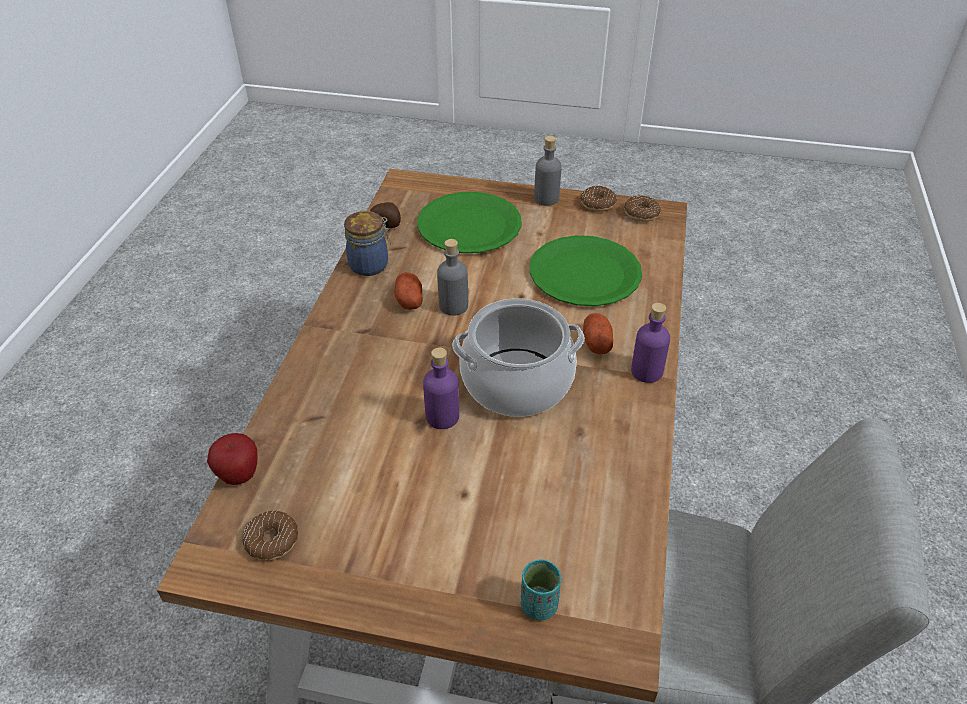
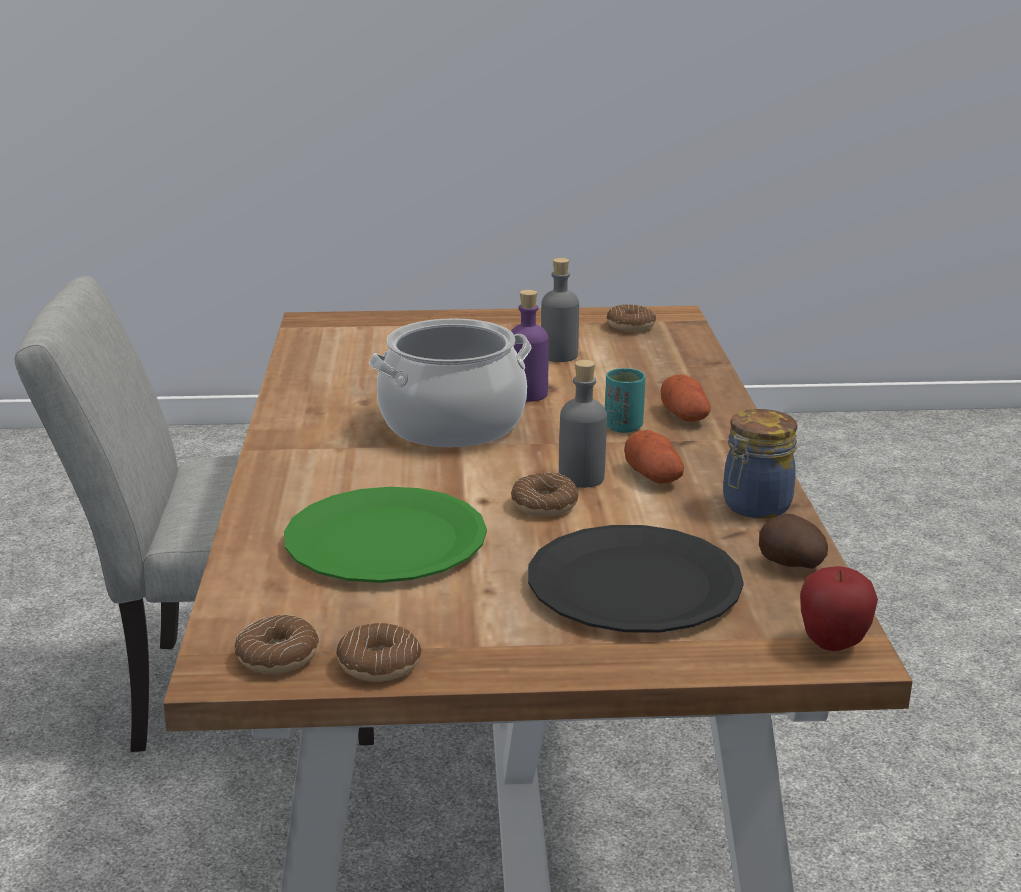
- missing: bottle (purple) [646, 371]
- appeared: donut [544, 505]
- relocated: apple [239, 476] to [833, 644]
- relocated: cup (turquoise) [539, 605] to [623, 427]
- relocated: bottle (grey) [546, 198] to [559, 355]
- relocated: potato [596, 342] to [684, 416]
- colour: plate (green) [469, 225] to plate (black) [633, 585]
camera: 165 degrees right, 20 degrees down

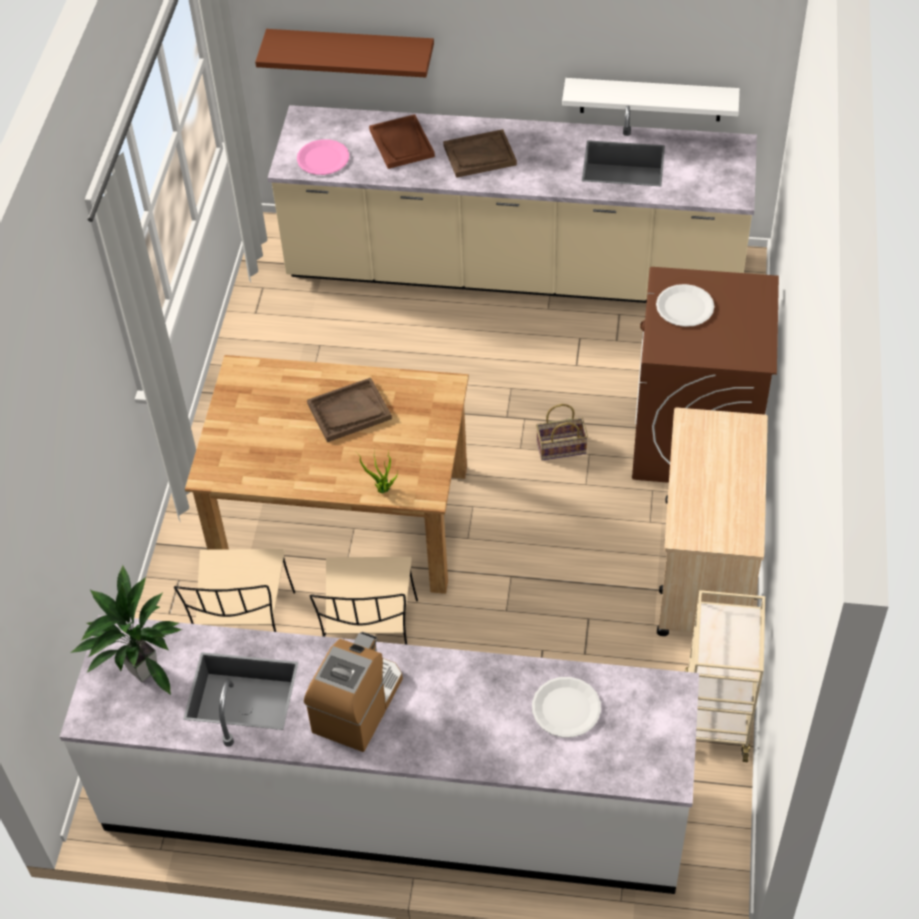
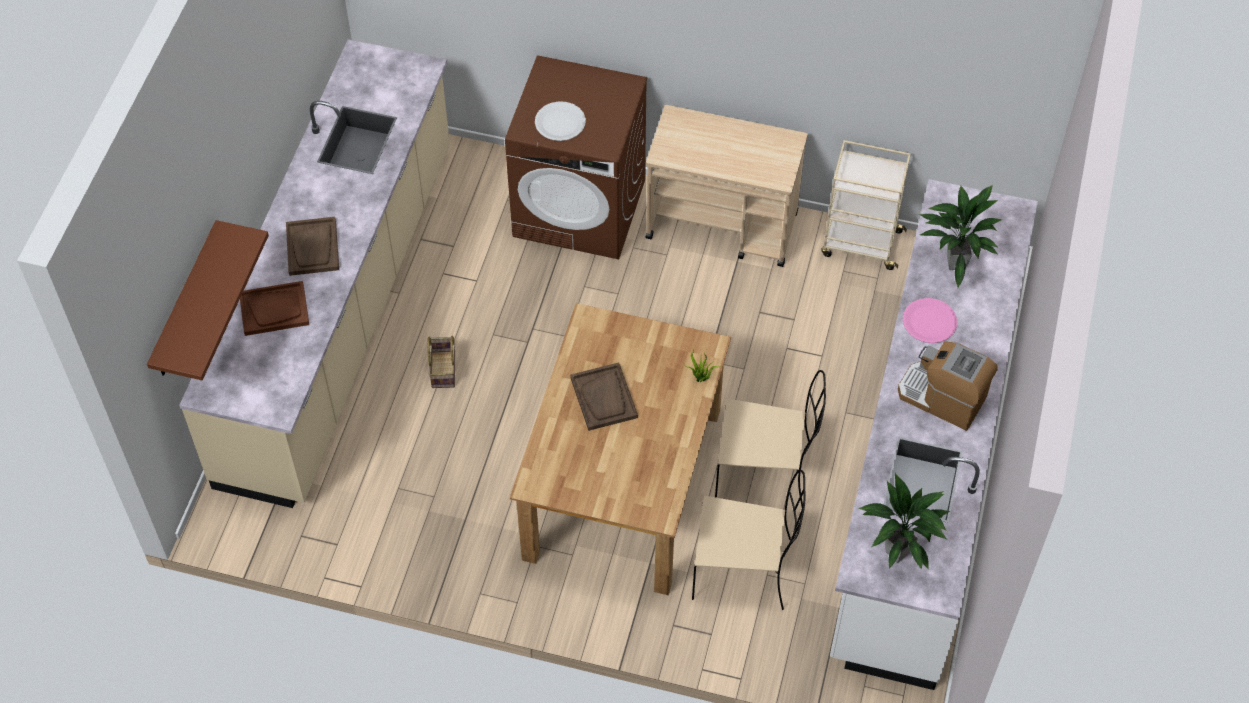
- missing: shelf (white) [650, 99]
- relocated: plate (pink) [323, 159] to [929, 322]
- relocated: basket [560, 449] to [444, 371]
- exchanged: plate (white) [566, 708] to potted plant [954, 263]
camera: 85 degrees left, 5 degrees up

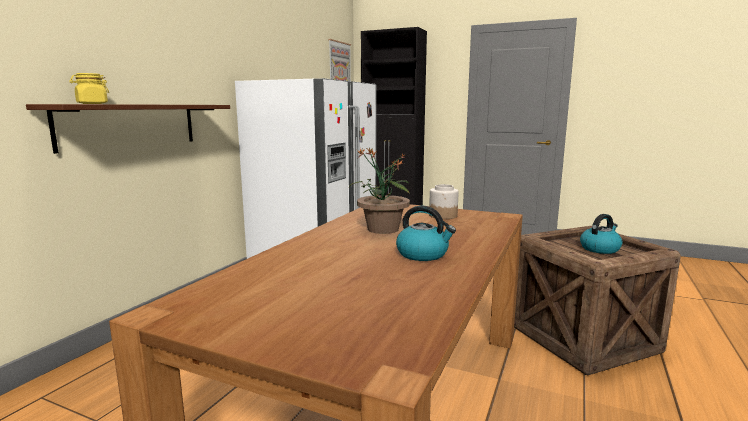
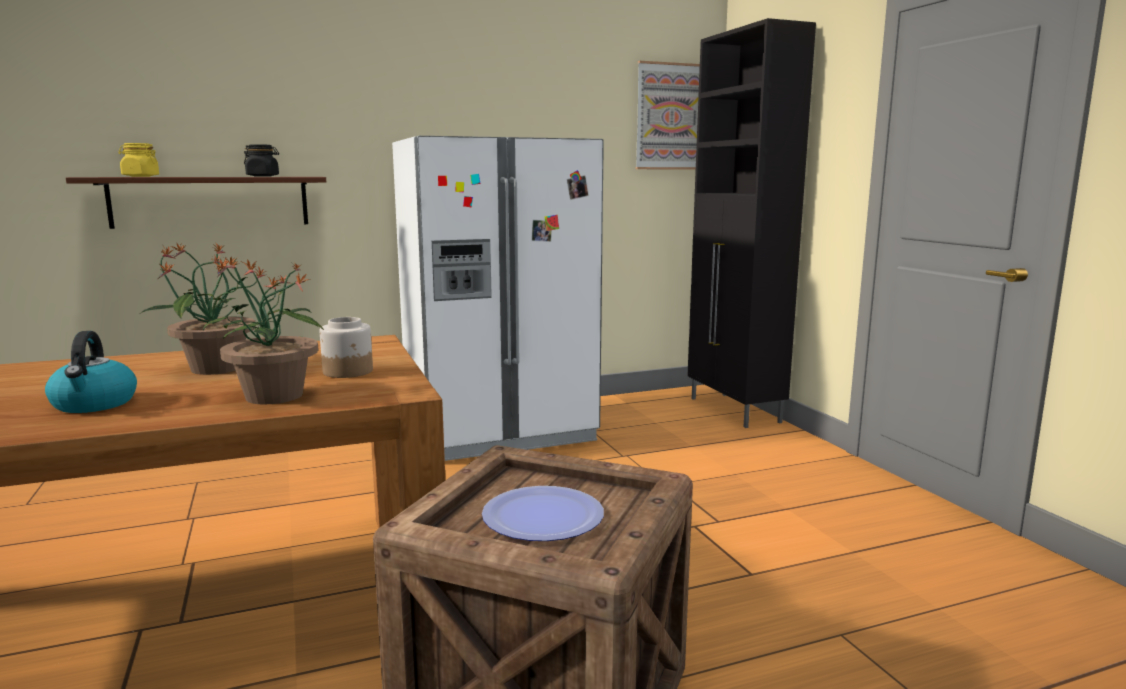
- appeared: potted plant [274, 397]
- appeared: jar (black) [263, 176]
- exchanged: kettle [600, 249] to plate [542, 516]
camera: 45 degrees right, 0 degrees up

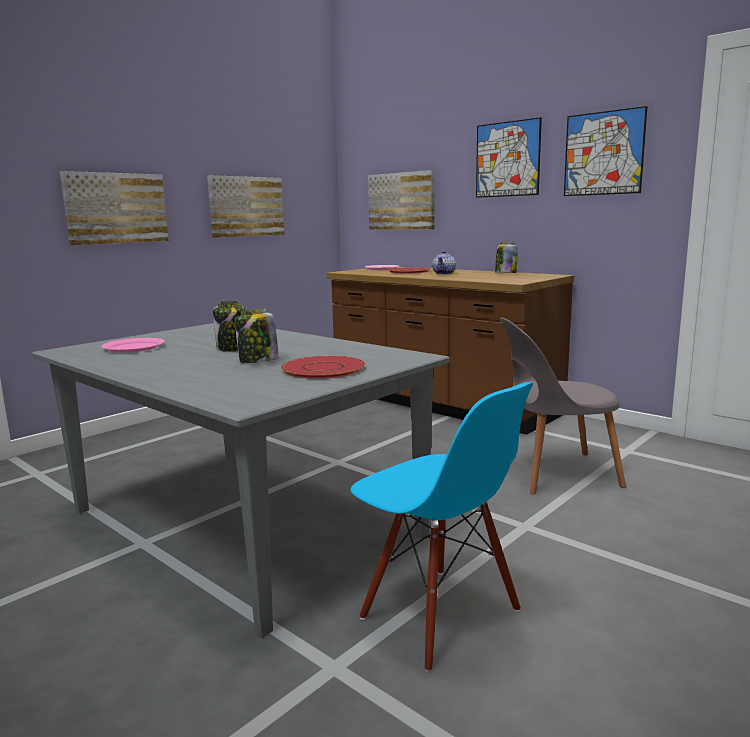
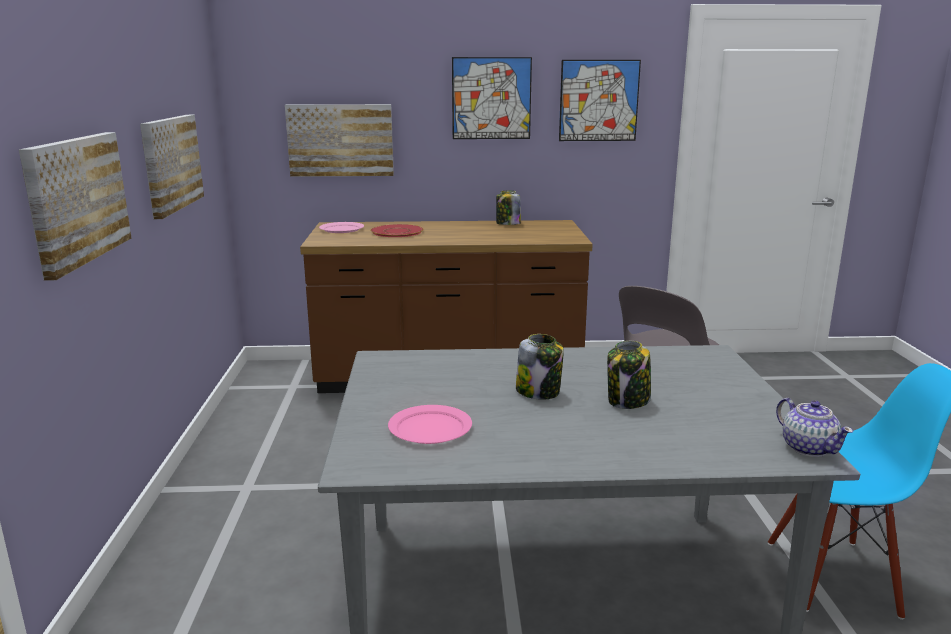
- missing: plate (red) [323, 368]
- relocated: teapot [444, 273] to [808, 448]
camera: 45 degrees left, 5 degrees up

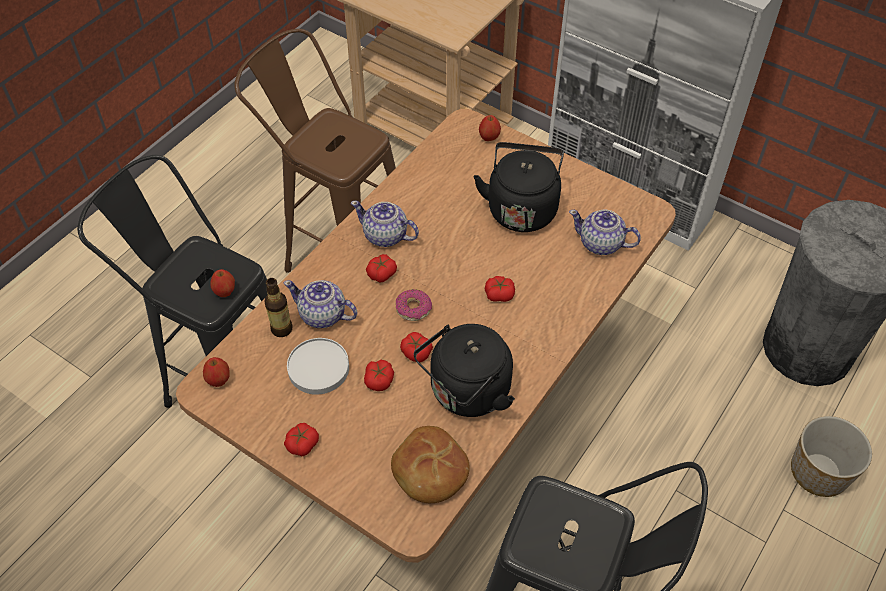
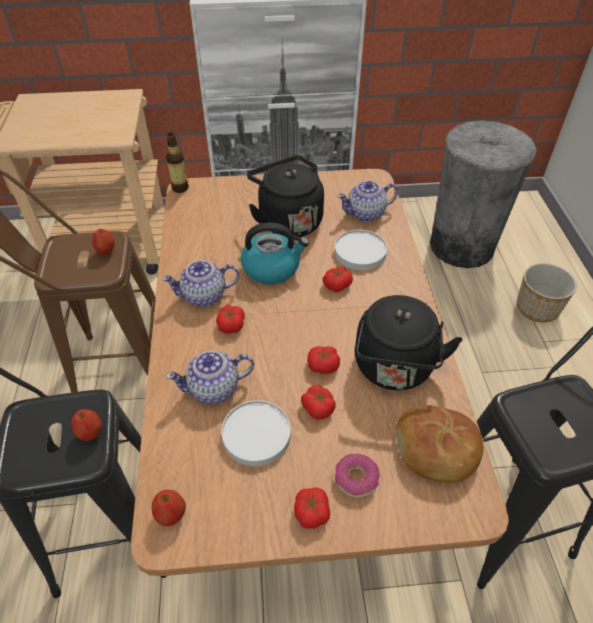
- appeared: kettle [272, 268]
- appeared: plate (white) [360, 252]
- relocated: bottle [282, 329] to [180, 188]
- relocated: donut [413, 309] to [356, 478]
- relocated: apple [489, 137] to [106, 251]
camera: 40 degrees left, 5 degrees down

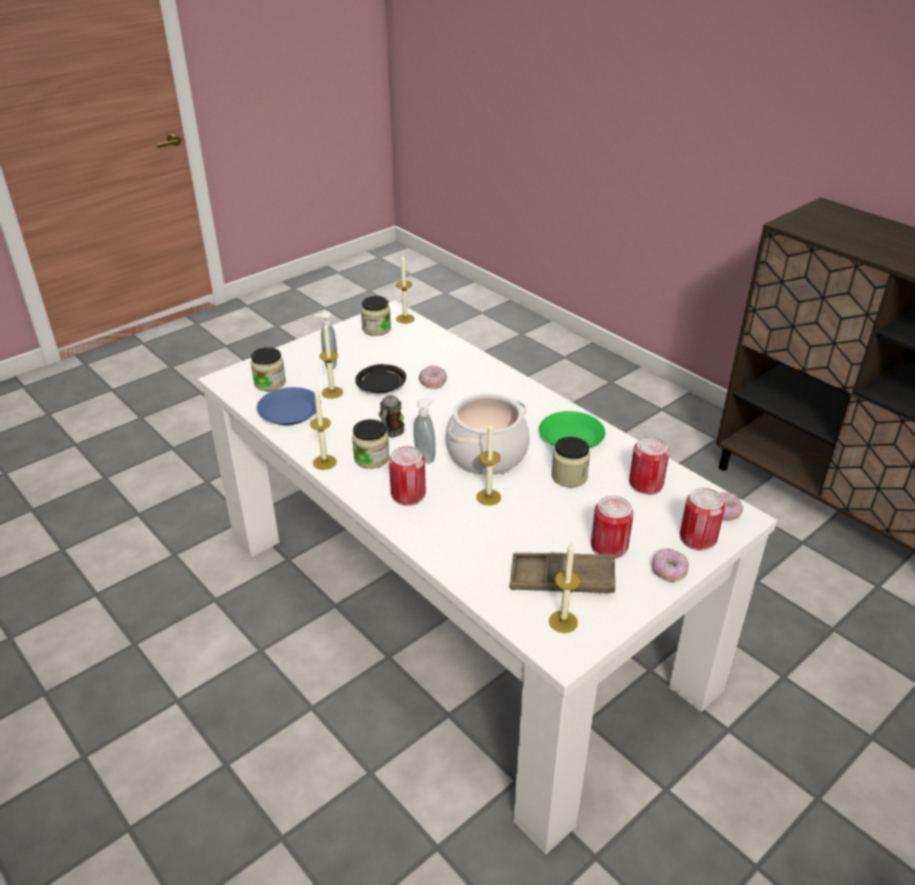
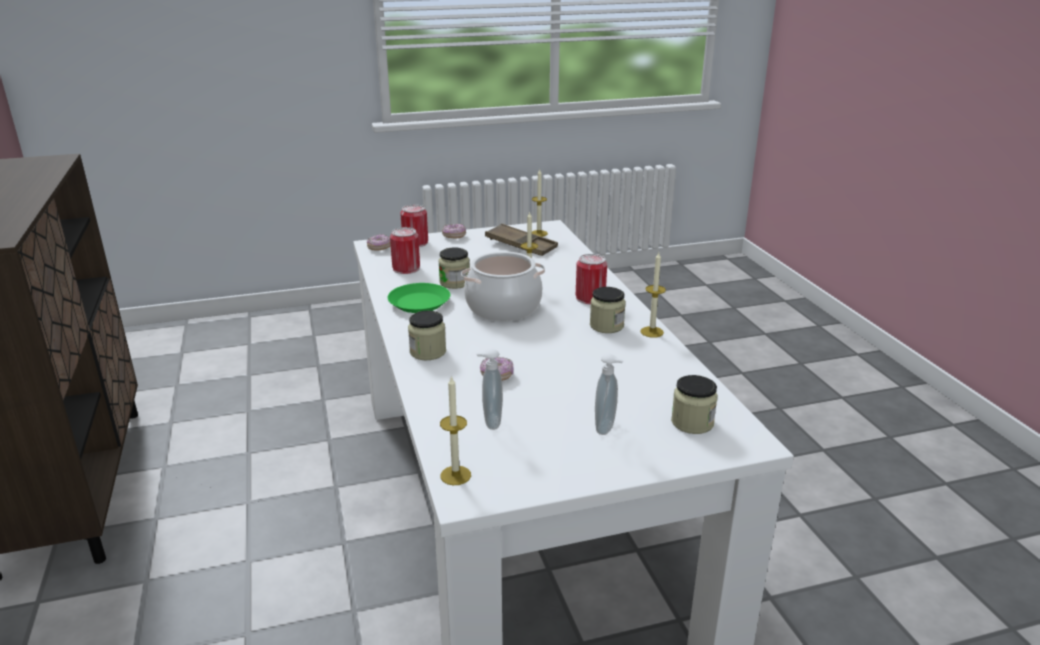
- missing: plate (blue) [290, 412]
- missing: candle [332, 392]
- missing: plate (black) [381, 386]
- missing: mug [390, 432]
- missing: can [609, 546]
- relocated: jar [376, 329] to [428, 352]
- relocated: soap dispenser [426, 456] to [490, 422]
camera: 155 degrees left, 10 degrees down

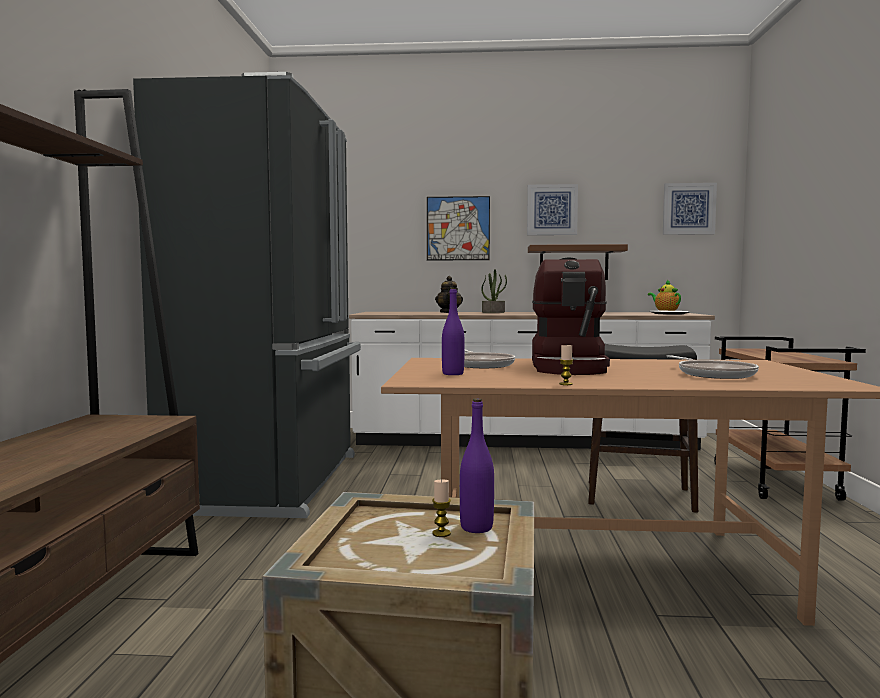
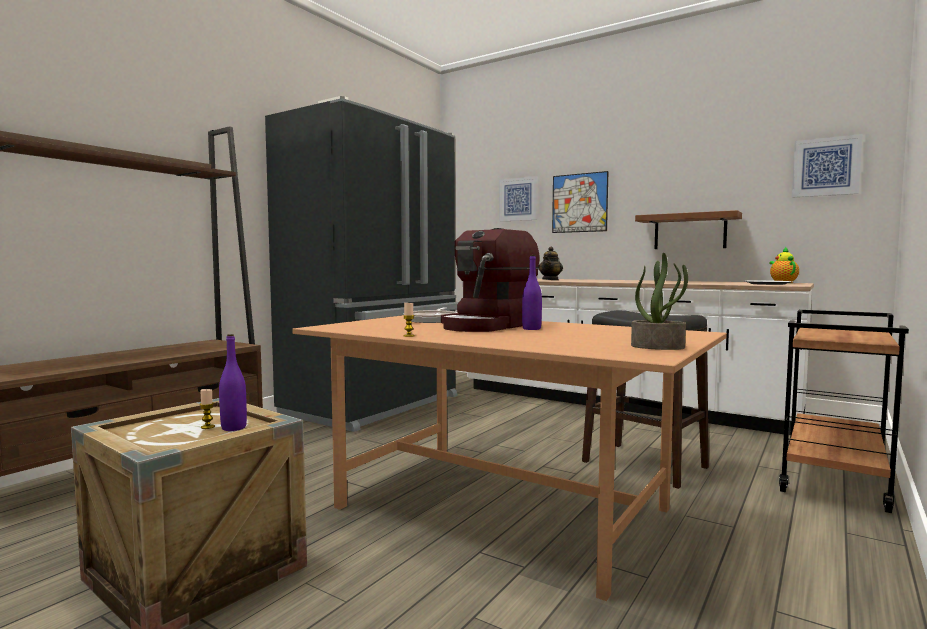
- missing: frying pan [713, 374]
- relocated: bottle (purple) [453, 374] to [531, 329]
- relocated: potted plant [493, 312] to [658, 347]
- relocated: picture [552, 210] to [518, 199]
camera: 30 degrees right, 0 degrees up

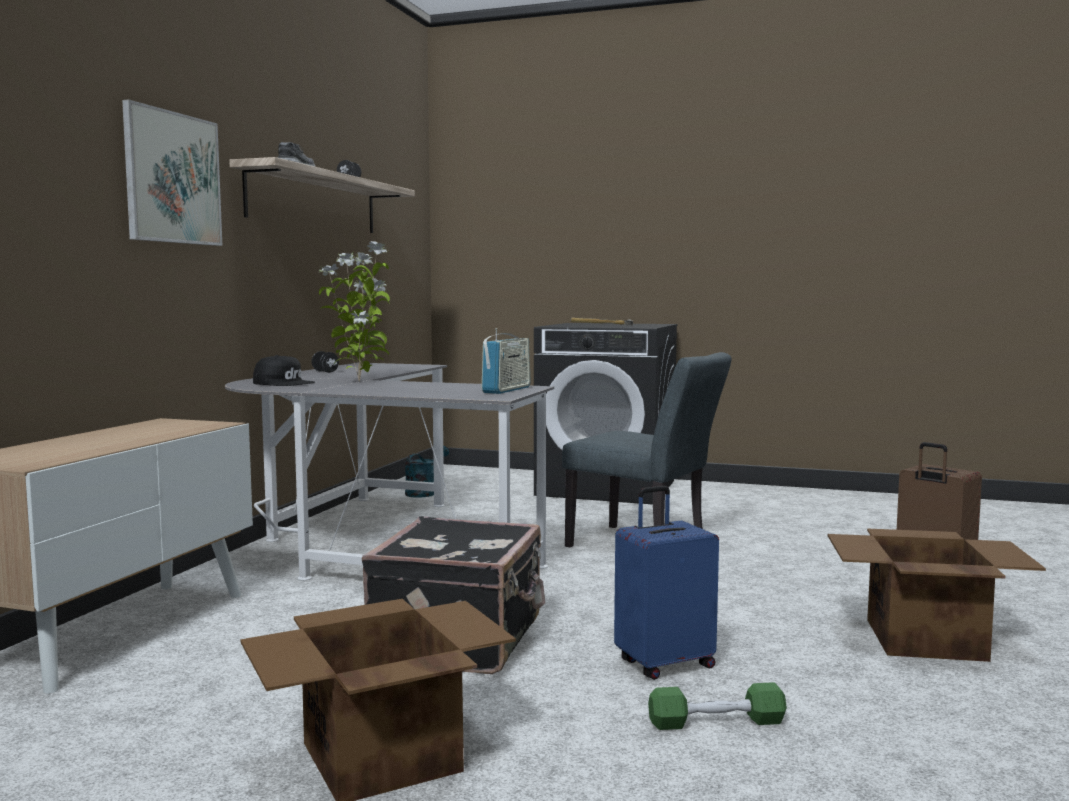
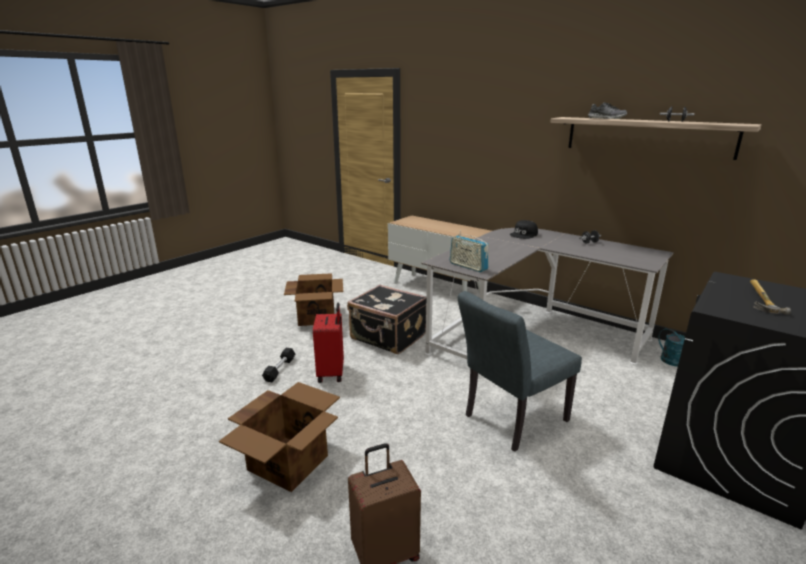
- missing: picture [173, 178]
- missing: potted plant [360, 381]
- colour: suitcase (blue) [664, 664] to suitcase (red) [332, 373]
- colour: dumbbell (green) [716, 722] to dumbbell (black) [280, 369]
camera: 110 degrees right, 15 degrees up

